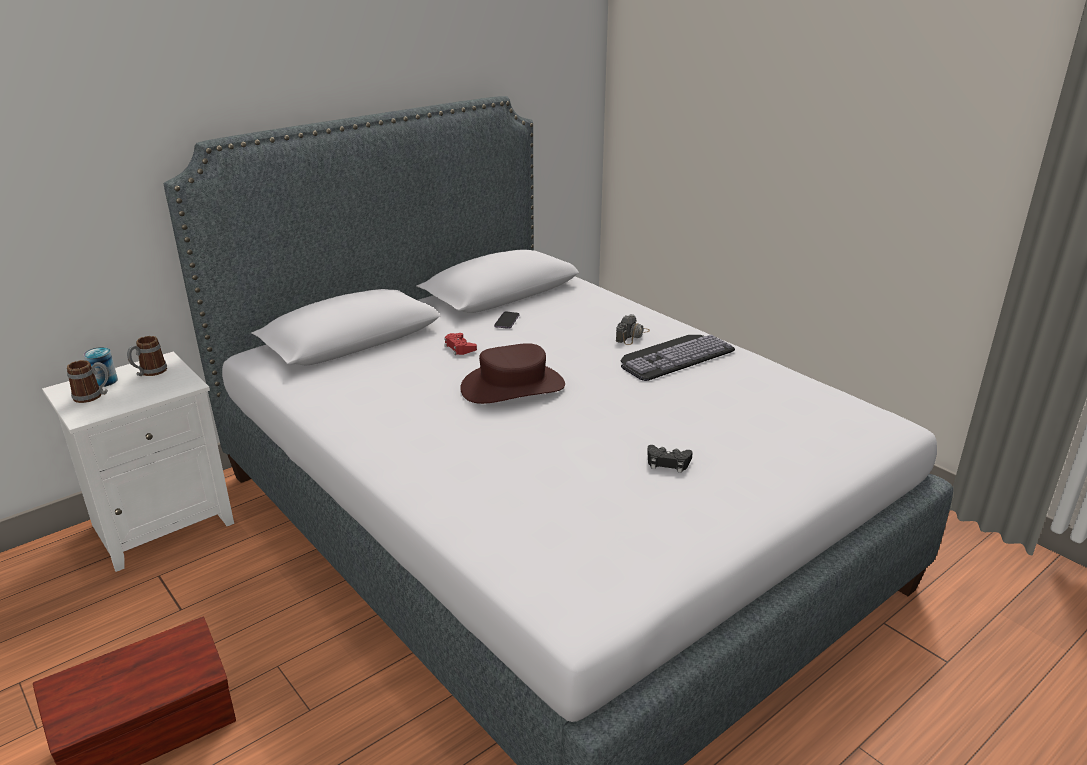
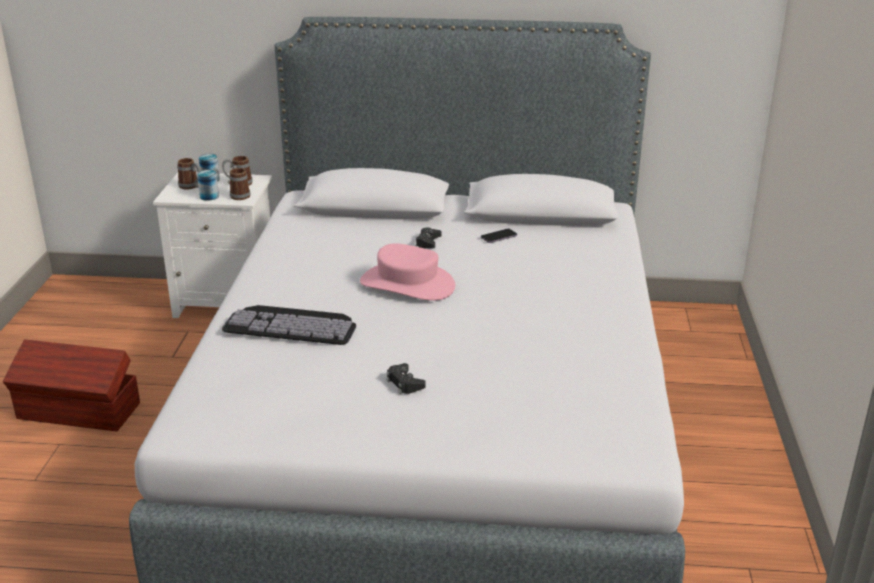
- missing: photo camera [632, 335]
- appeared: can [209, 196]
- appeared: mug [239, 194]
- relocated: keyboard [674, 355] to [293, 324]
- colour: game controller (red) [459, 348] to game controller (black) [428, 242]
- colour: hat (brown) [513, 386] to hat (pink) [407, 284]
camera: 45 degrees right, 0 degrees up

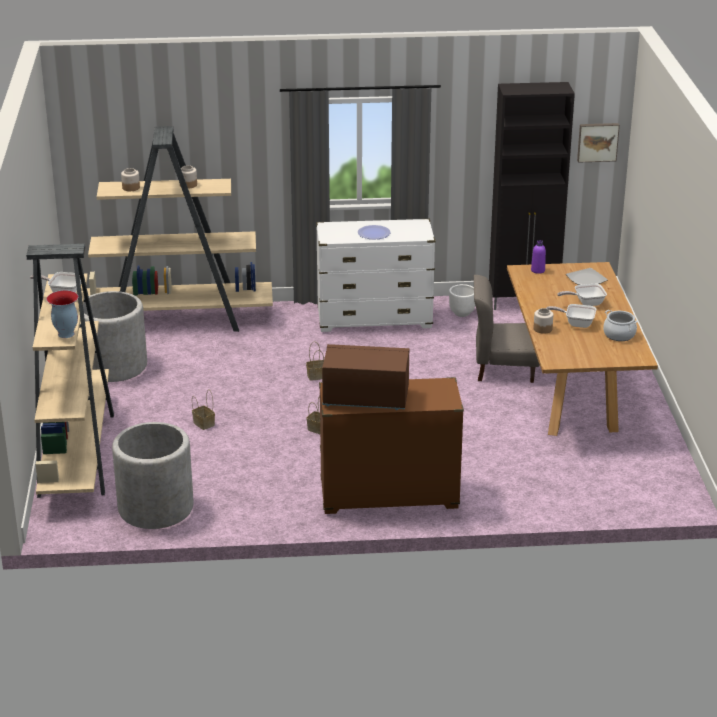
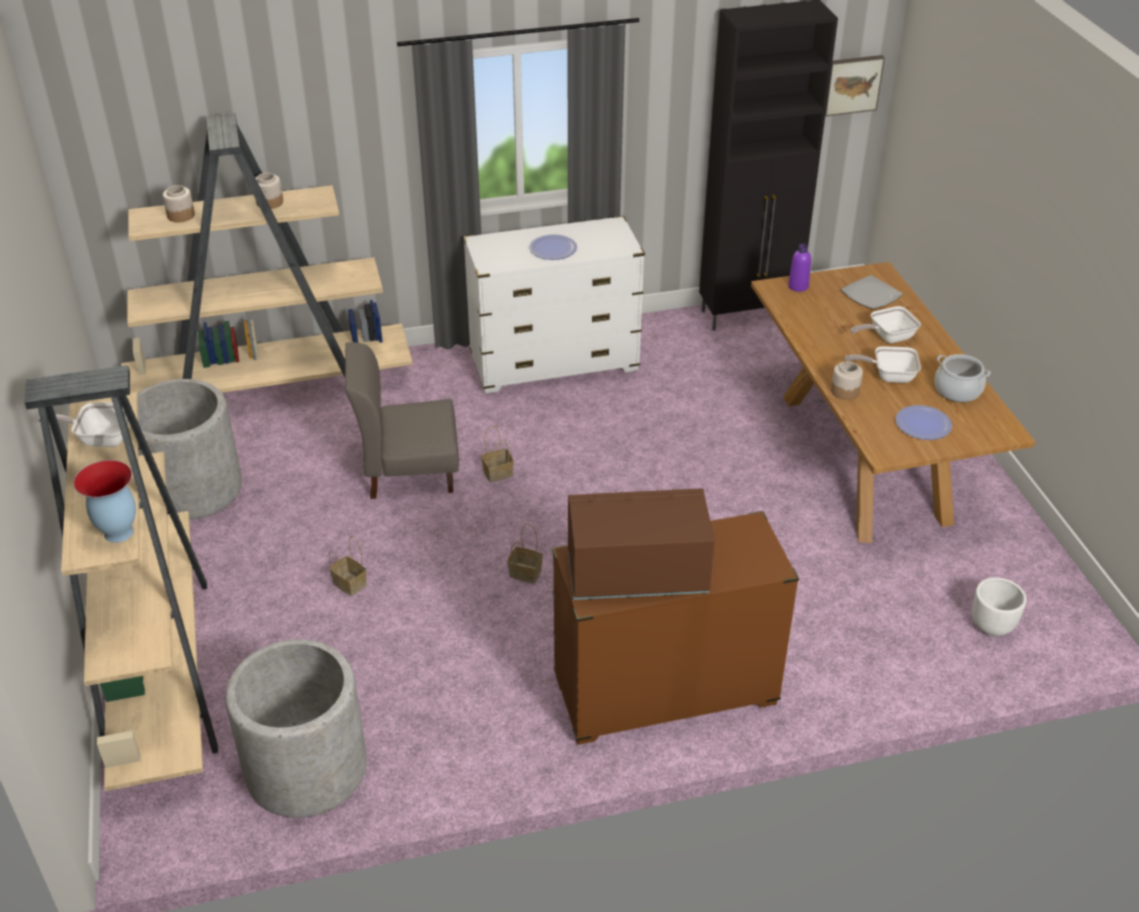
- appeared: plate [923, 424]
- relocated: planter (white) [462, 313] to [992, 627]
- relocated: chair (grey) [503, 369] to [409, 471]
camera: 10 degrees left, 10 degrees up

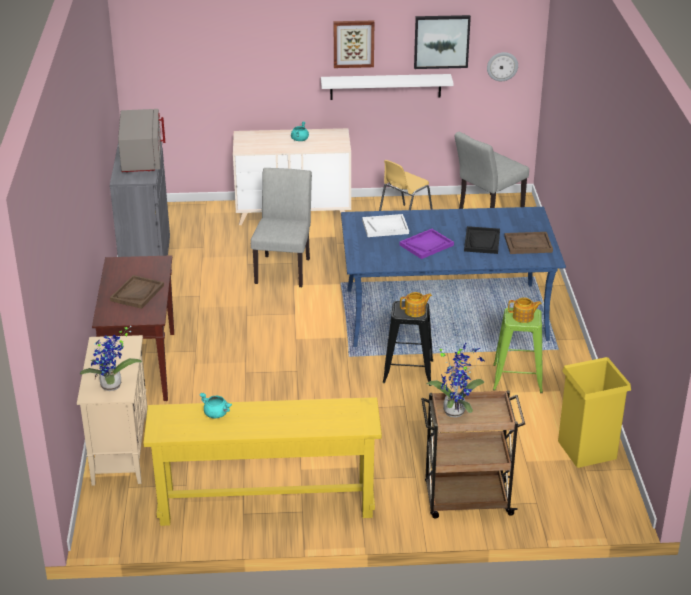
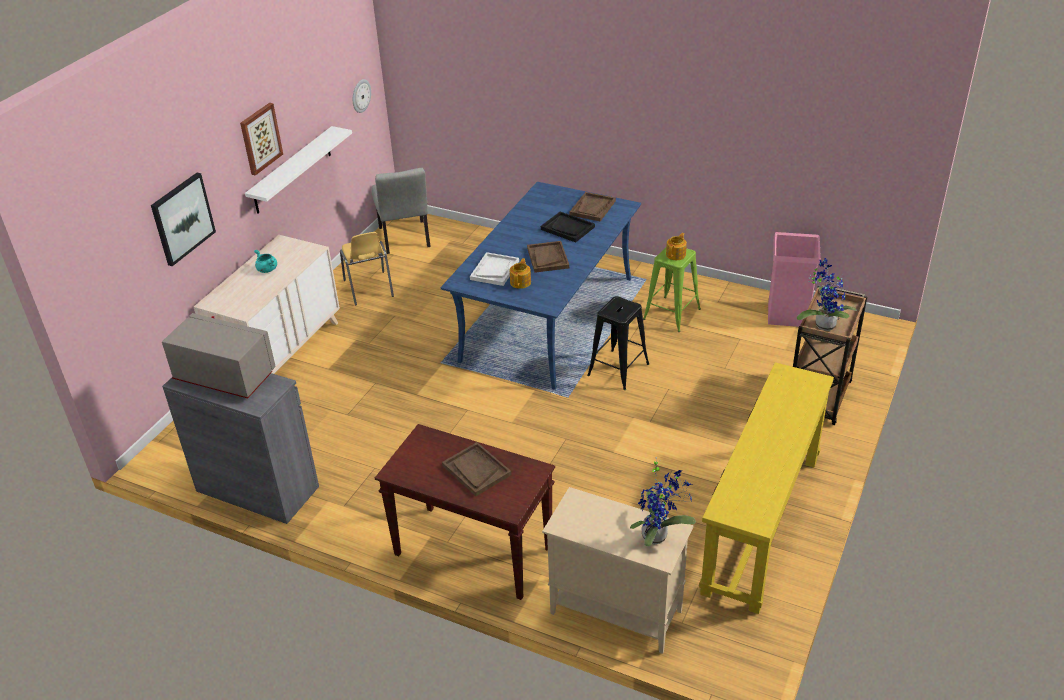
- missing: cooking pot (turquoise) [217, 414]
- missing: chair (grey) [284, 268]
- relocated: teapot [415, 311] to [521, 282]
- relocated: picture [441, 41] to [182, 218]
- colour: tray (purple) [426, 245] to tray (brown) [547, 258]
- colour: trash can (yellow) [587, 450] to trash can (pink) [788, 314]
camera: 60 degrees left, 5 degrees up

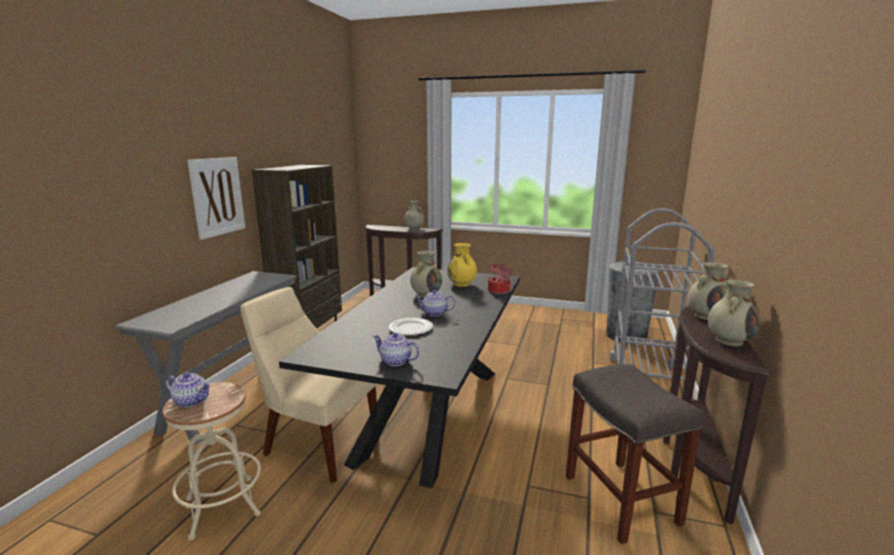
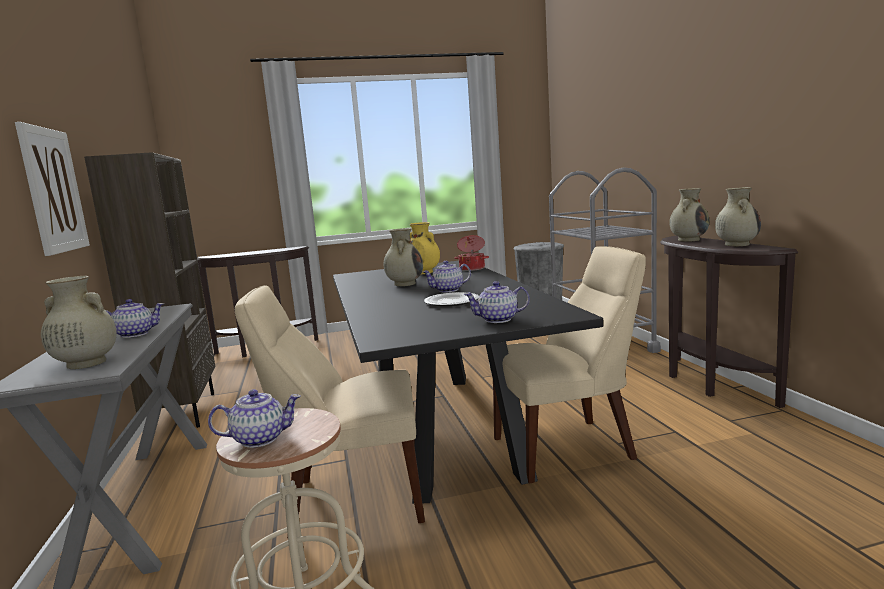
- missing: stool (grey) [622, 500]
- appeared: teapot [135, 334]
- appeared: chair (beige) [569, 448]
- relocated: vase (beige) [414, 229] to [85, 363]
camera: 30 degrees left, 5 degrees down

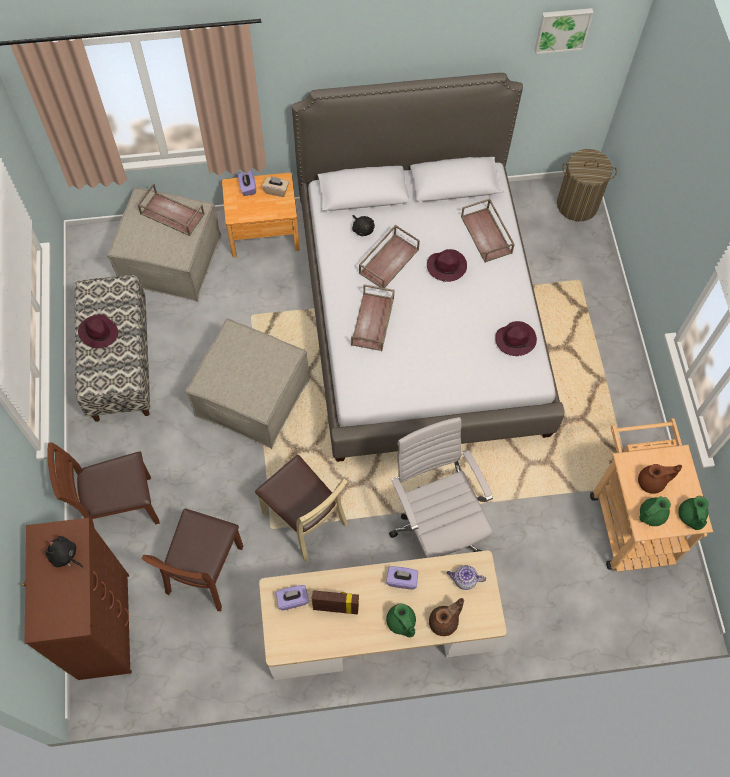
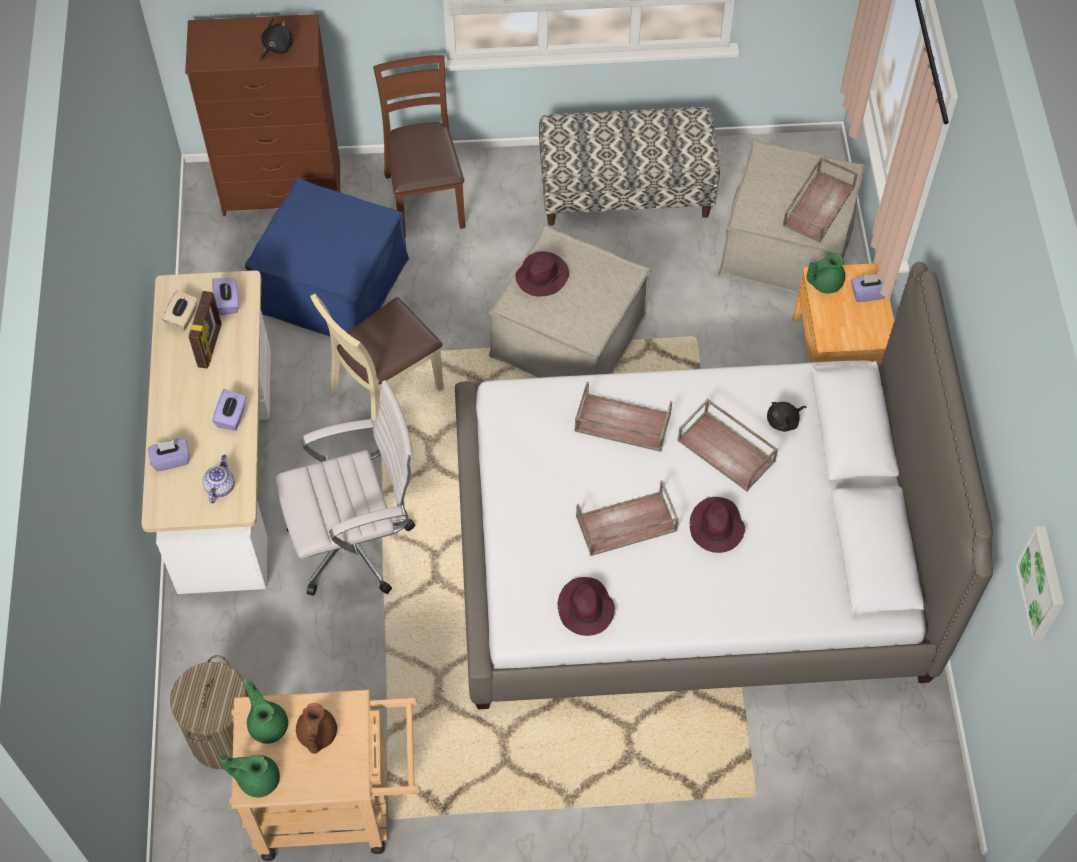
- relocated: hat (purple) [98, 332] to [542, 276]
- relocated: tissue box (beige) [276, 190] to [183, 318]
- relocated: teapot (green) [401, 623] to [824, 282]
- relocated: tray (brown) [487, 235] to [625, 525]
- relocated: laundry basket [577, 204] to [224, 735]
- exchanged: chair (brown) [205, 571] to ottoman (blue) [333, 285]
- exchanged: teapot (brown) [444, 621] to tissue box (purple) [171, 460]
camera: 95 degrees right, 5 degrees down

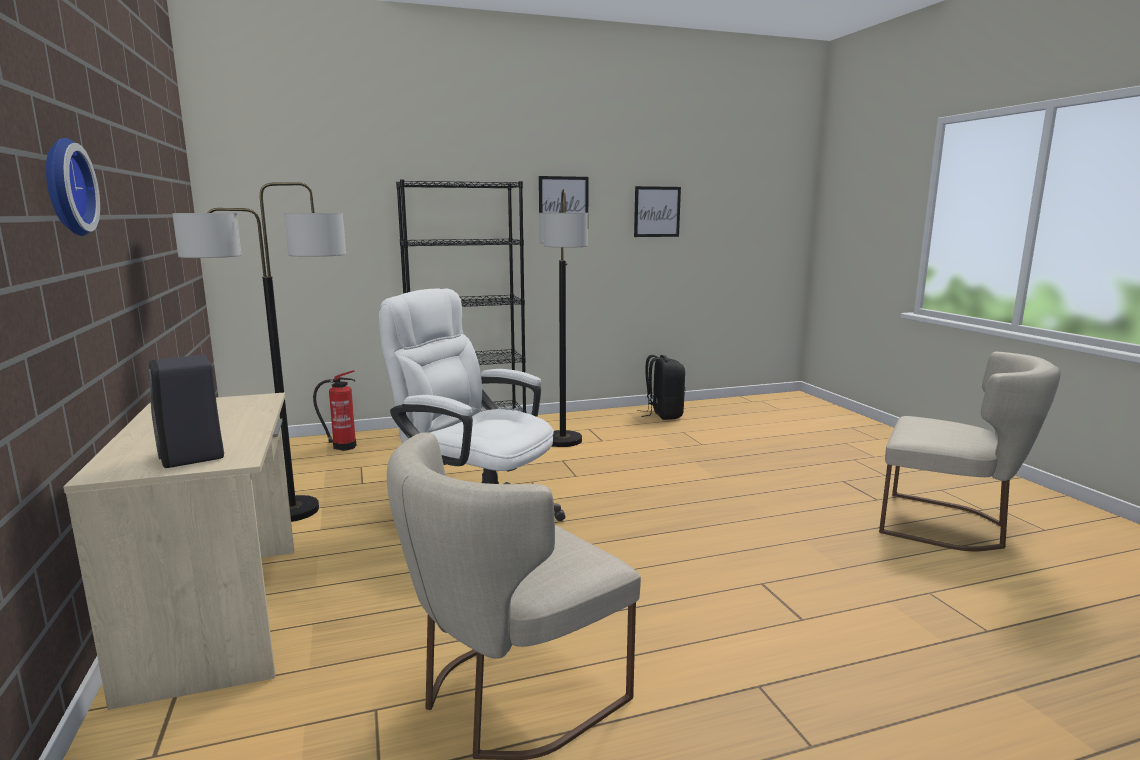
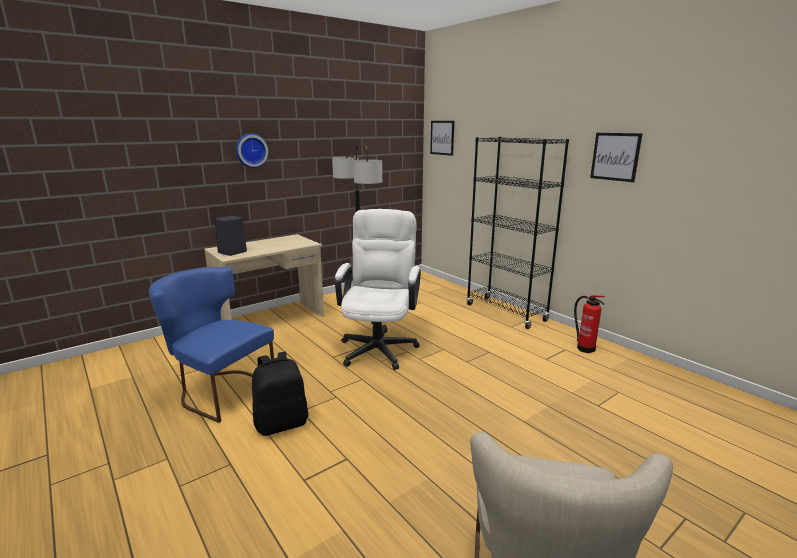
- missing: floor lamp [562, 440]
- relocated: fire extinguisher [342, 447] to [584, 348]
- relocated: picture [657, 211] to [442, 137]
- relocated: backpack (black) [663, 414] to [282, 423]
- colour: chair (beige) [510, 697] to chair (blue) [220, 391]
camera: 70 degrees right, 5 degrees up

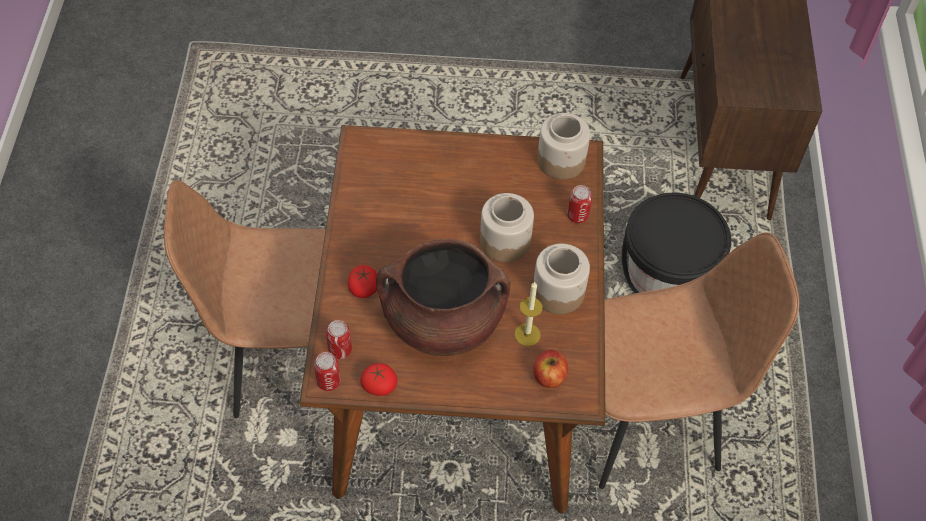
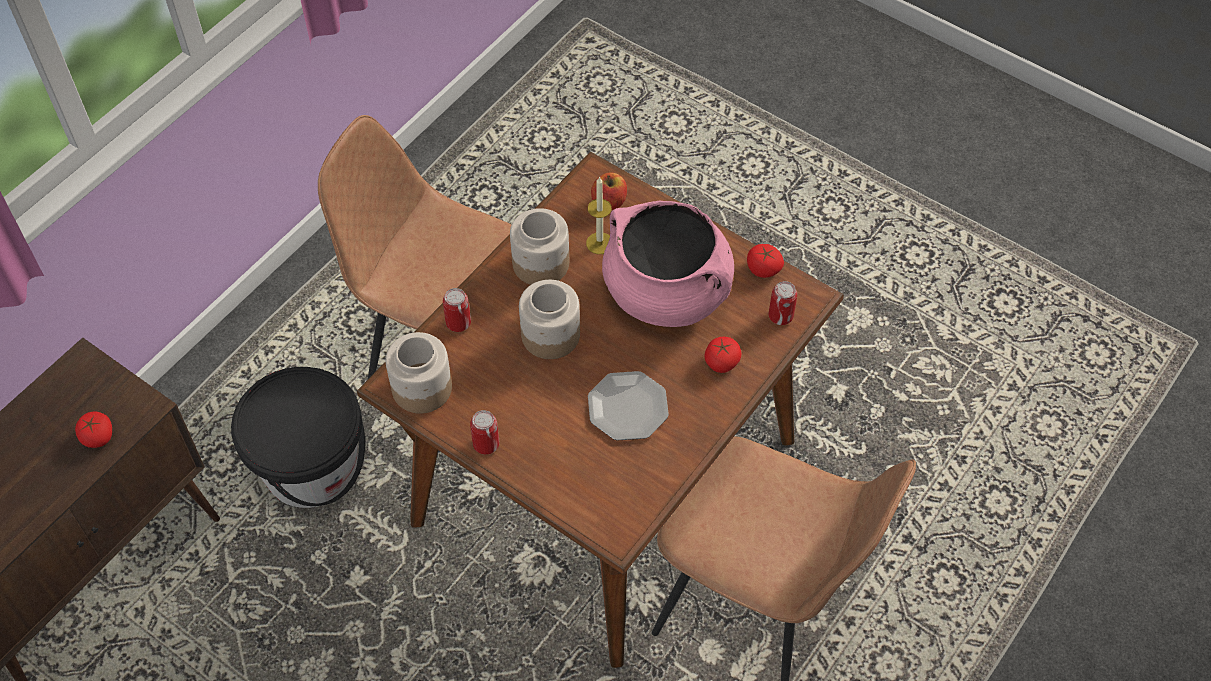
- appeared: tomato [97, 437]
- appeared: plate [628, 407]
- relocated: can [328, 381] to [486, 444]
- colour: cooking pot (brown) [442, 321] to cooking pot (pink) [667, 293]
camera: 145 degrees left, 0 degrees up

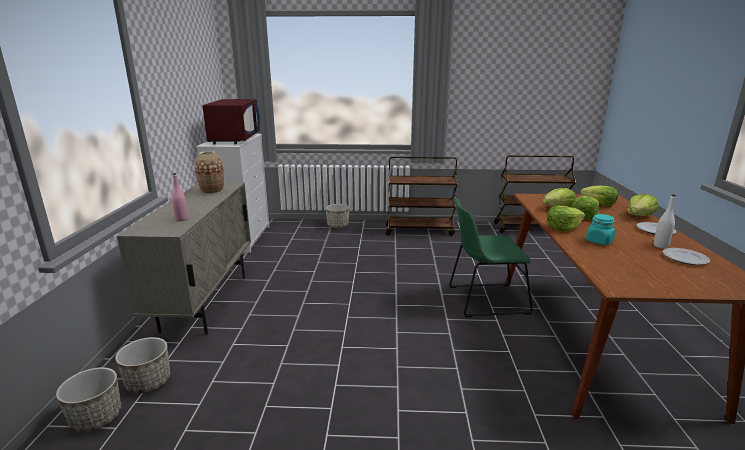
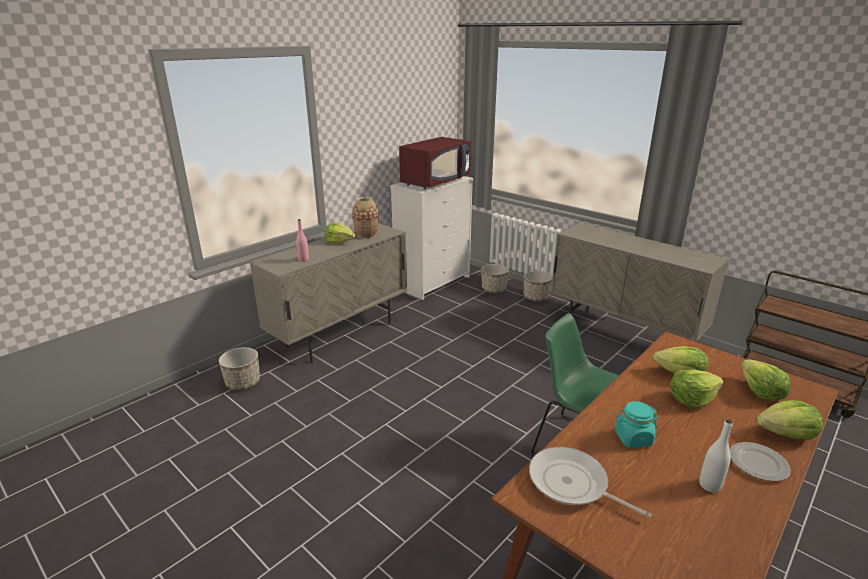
- missing: plate [685, 258]
- appeared: frying pan [572, 484]
- relocated: planter [97, 418] to [494, 289]
- relocated: lettuce [563, 228] to [339, 241]
- exchanged: cart (brown) [419, 230] to cabinet (beige) [622, 334]
camera: 40 degrees right, 5 degrees up

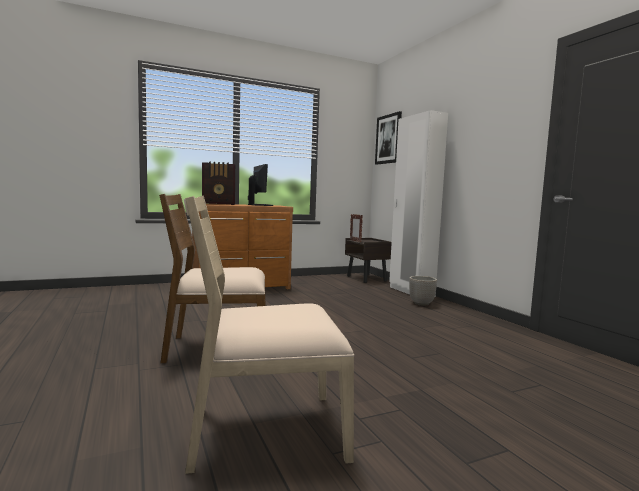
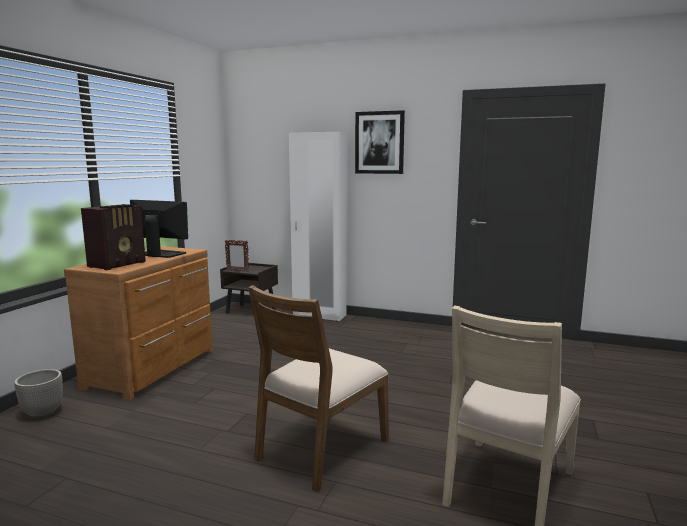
- relocated: picture [388, 139] to [379, 142]
- relocated: planter [421, 303] to [43, 413]
camera: 45 degrees left, 5 degrees up

